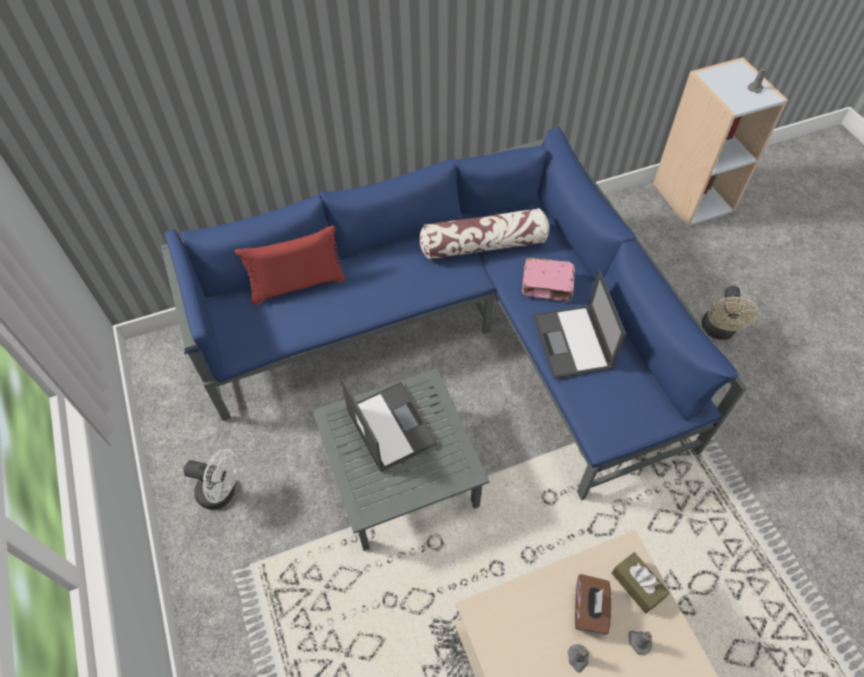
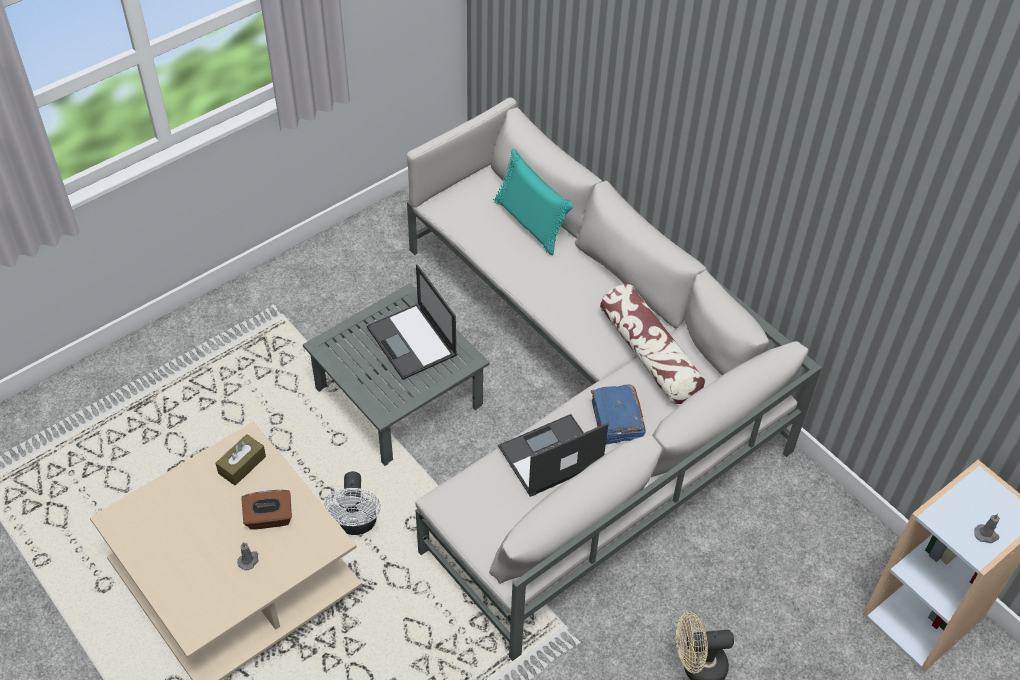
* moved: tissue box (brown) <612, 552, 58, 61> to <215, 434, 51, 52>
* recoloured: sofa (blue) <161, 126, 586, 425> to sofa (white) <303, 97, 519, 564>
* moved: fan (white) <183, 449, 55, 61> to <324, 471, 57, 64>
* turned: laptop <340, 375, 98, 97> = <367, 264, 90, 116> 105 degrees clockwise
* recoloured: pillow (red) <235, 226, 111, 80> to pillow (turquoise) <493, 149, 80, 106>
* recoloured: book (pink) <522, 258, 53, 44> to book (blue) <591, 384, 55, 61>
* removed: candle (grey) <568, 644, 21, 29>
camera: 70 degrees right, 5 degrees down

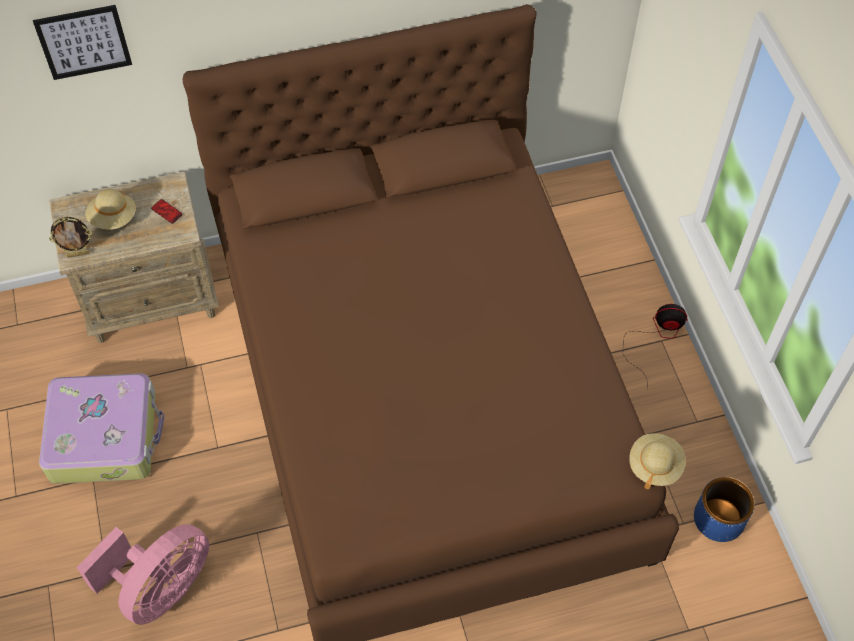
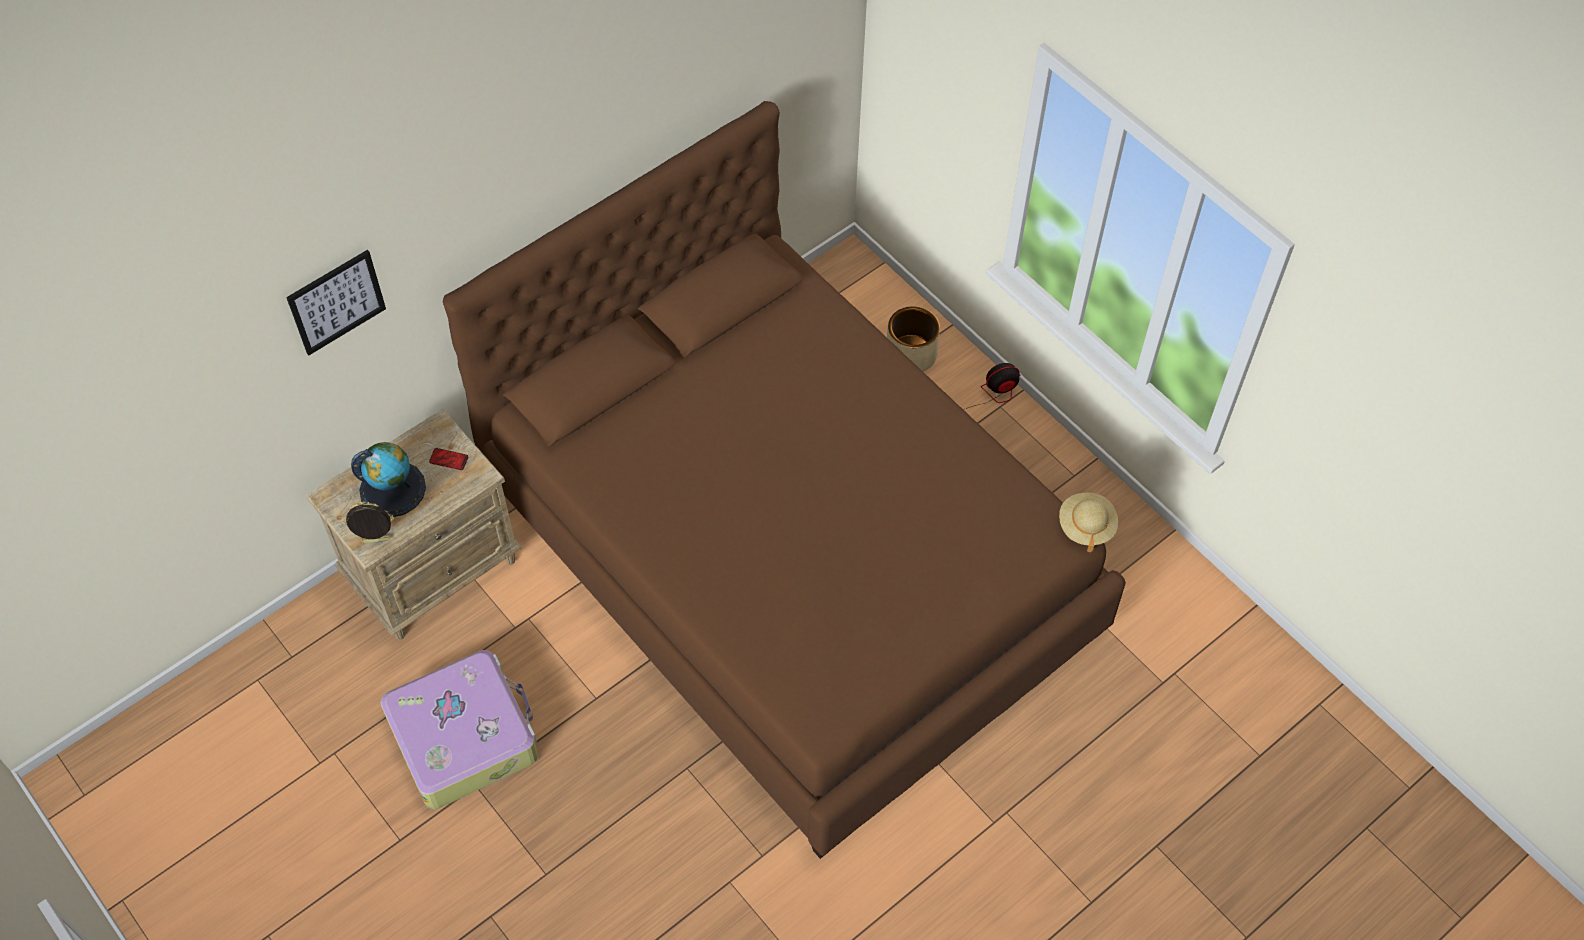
* turned: picture frame <49, 217, 43, 41> = <343, 502, 51, 41> 150 degrees counterclockwise
* replaced: hat (beige) <85, 189, 51, 41> to globe <351, 442, 75, 75>
* added: planter (beige) <887, 306, 53, 66>
* removed: fan (pink) <76, 524, 133, 101>
* removed: planter (blue) <694, 477, 61, 65>
camera: 25 degrees left, 0 degrees up

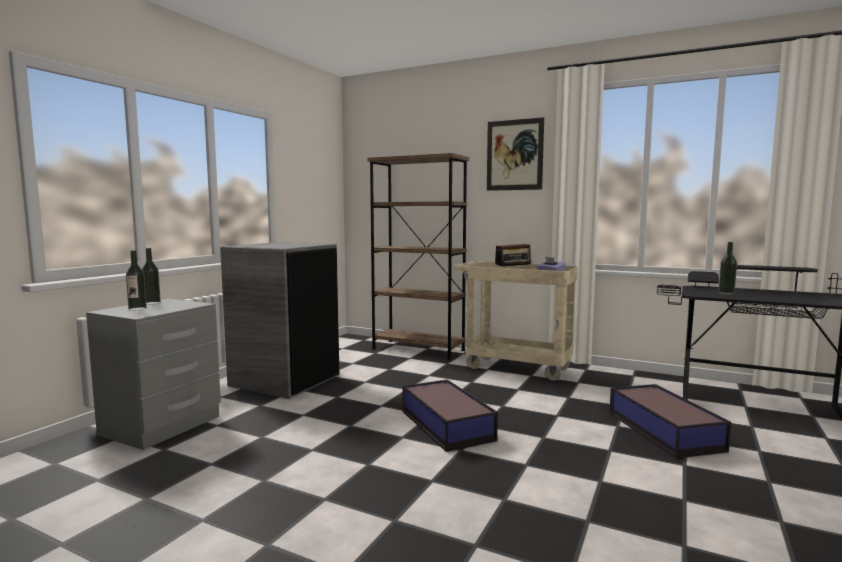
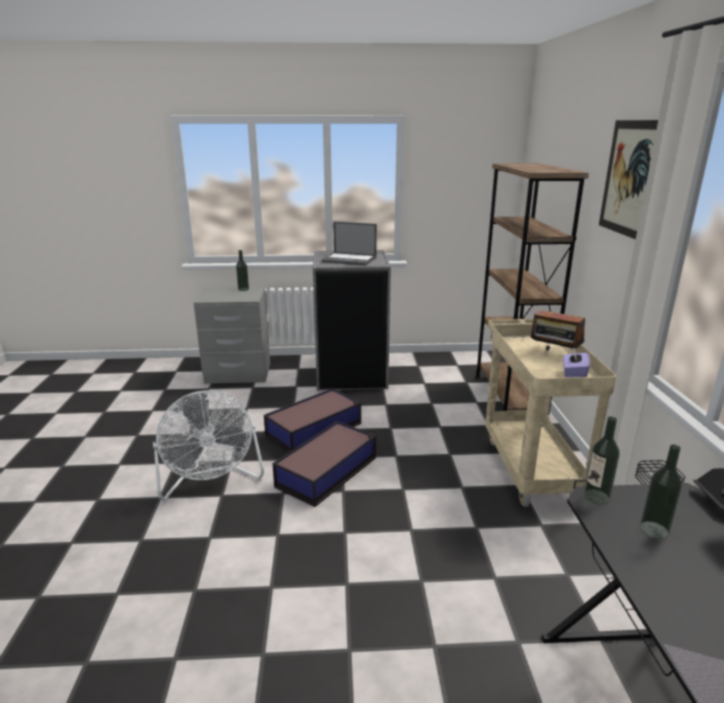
* added: fan (white) <153, 390, 111, 113>
* moved: storage box <609, 384, 122, 74> to <264, 388, 97, 65>
* added: laptop <322, 222, 55, 44>
* moved: bottle <126, 250, 21, 61> to <584, 416, 36, 88>
camera: 60 degrees right, 15 degrees up

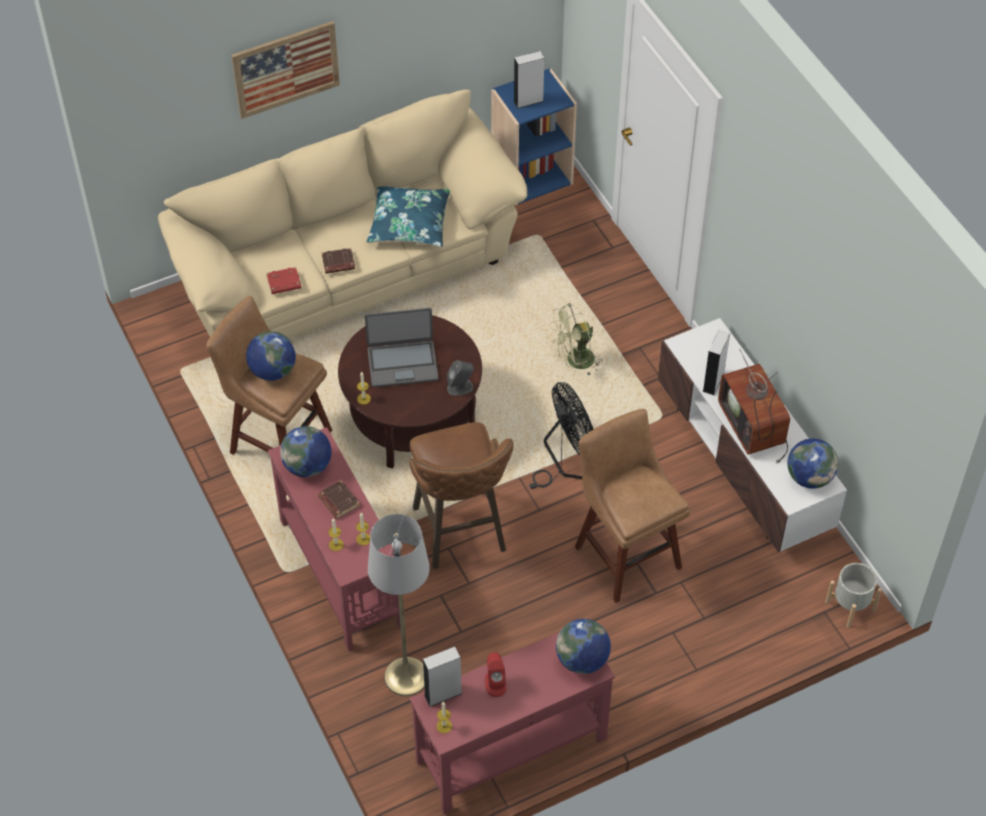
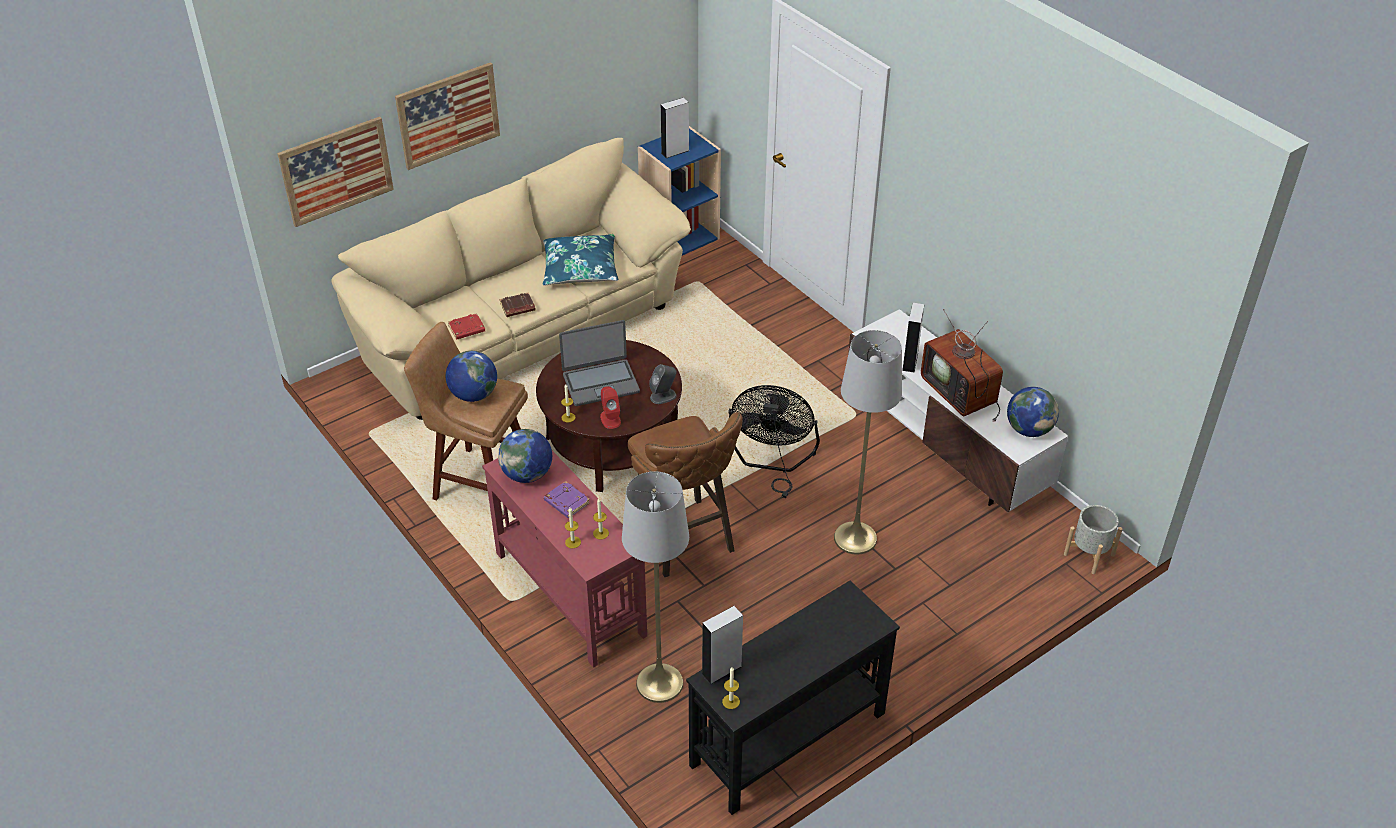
* added: picture <277, 117, 117, 110>
* recoloured: book (brown) <318, 480, 42, 39> to book (purple) <544, 481, 46, 37>
* moved: speaker (red) <485, 652, 21, 45> to <600, 386, 21, 43>
* recoloured: console table (red) <410, 632, 205, 182> to console table (black) <686, 581, 214, 234>
* turned: fan (black) <530, 382, 63, 107> = <728, 385, 92, 113> 45 degrees counterclockwise
* replaced: stool (brown) <575, 409, 115, 194> to floor lamp (grey) <834, 330, 68, 225>
* removed: fan (green) <550, 303, 52, 72>
* removed: globe <556, 619, 55, 55>
camera: 10 degrees left, 10 degrees down

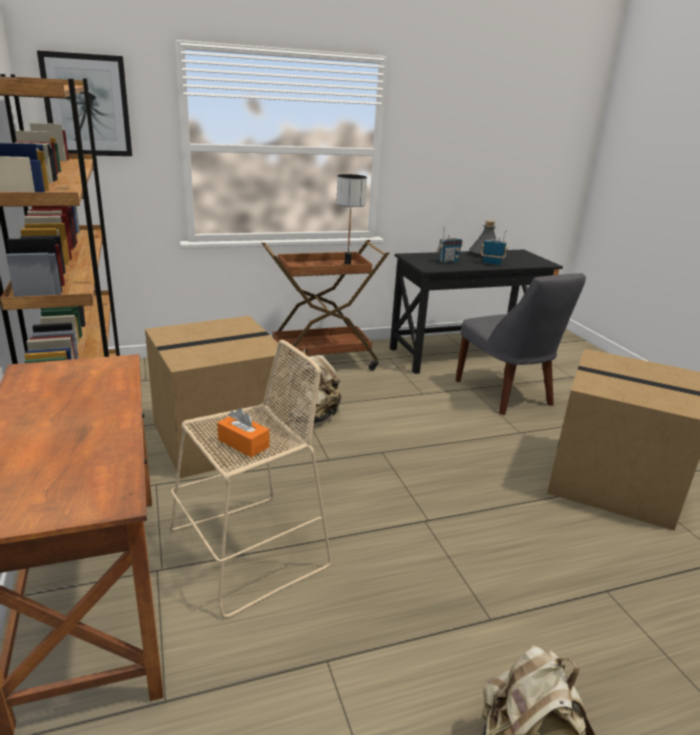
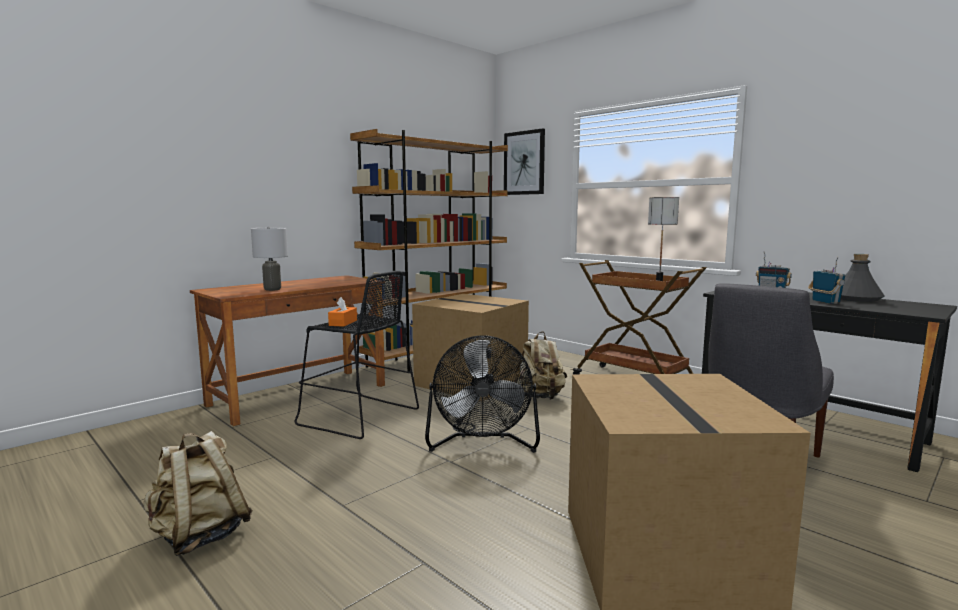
* added: table lamp (white) <251, 227, 37, 64>
* recoloured: stool (beige) <169, 340, 163, 278> to stool (black) <295, 271, 124, 168>
* added: fan (black) <425, 335, 115, 118>
camera: 65 degrees right, 15 degrees down

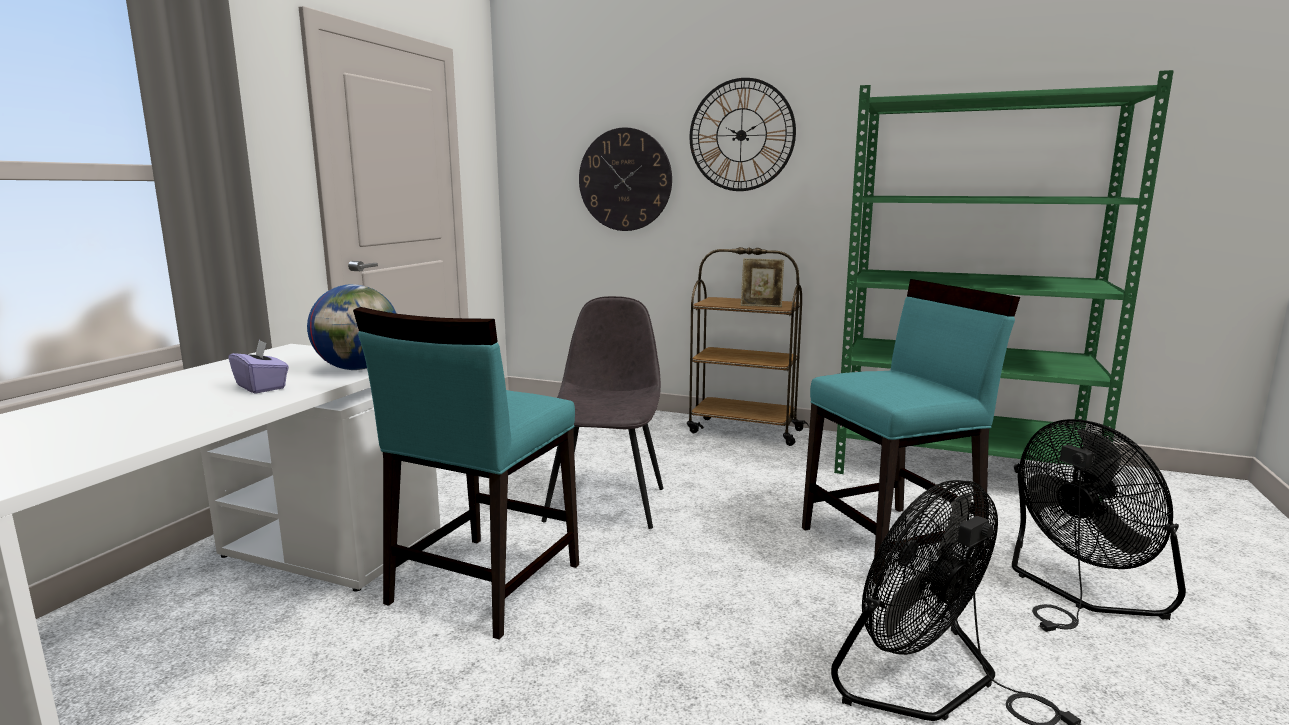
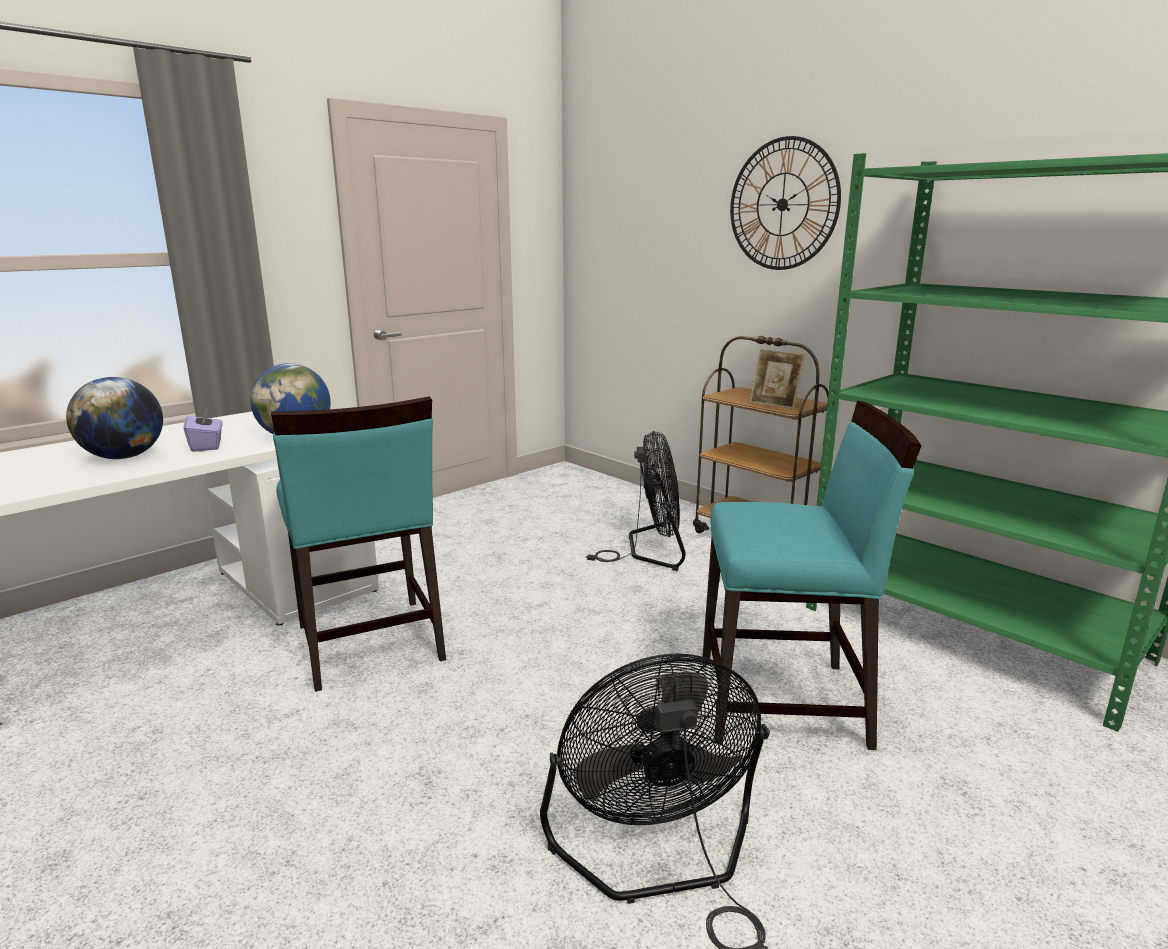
* added: globe <66, 377, 97, 82>
* turned: chair (turquoise) <353, 307, 226, 332> = <271, 396, 175, 296> 75 degrees counterclockwise
* moved: fan (black) <1012, 419, 174, 213> to <585, 431, 101, 140>
* removed: chair (grey) <542, 296, 121, 233>
* removed: wall clock <579, 127, 93, 104>
camera: 25 degrees right, 5 degrees up

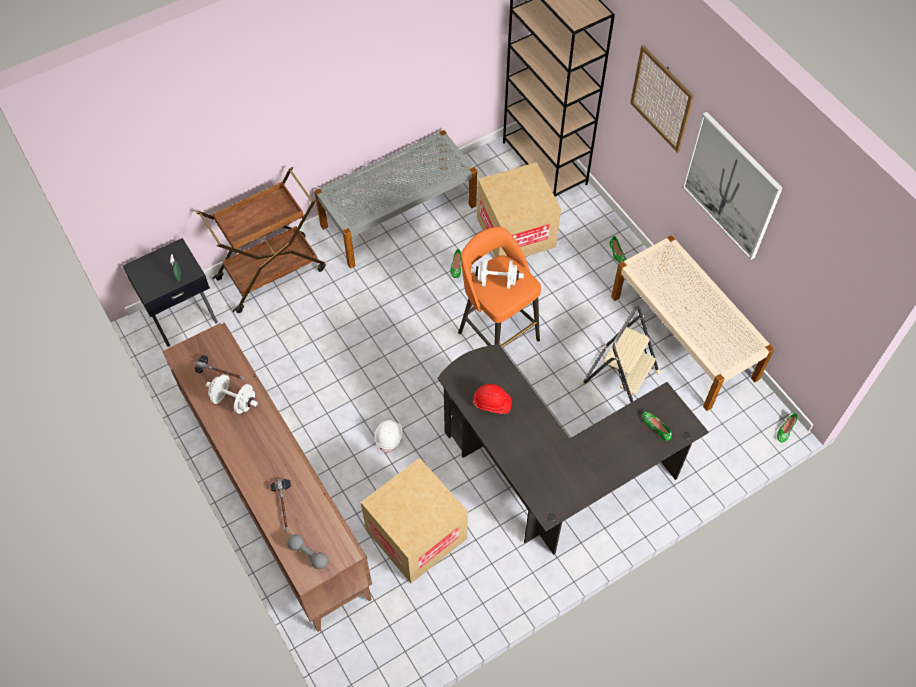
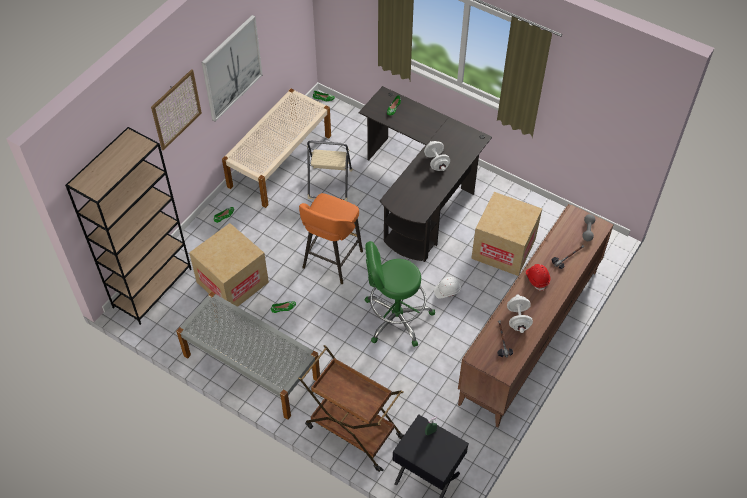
* added: stool (green) <364, 241, 71, 106>
* moved: dumbbell (white) <471, 258, 53, 31> to <424, 141, 26, 30>
* moved: hard hat (red) <473, 384, 39, 30> to <526, 264, 24, 27>
camera: 115 degrees left, 5 degrees down

